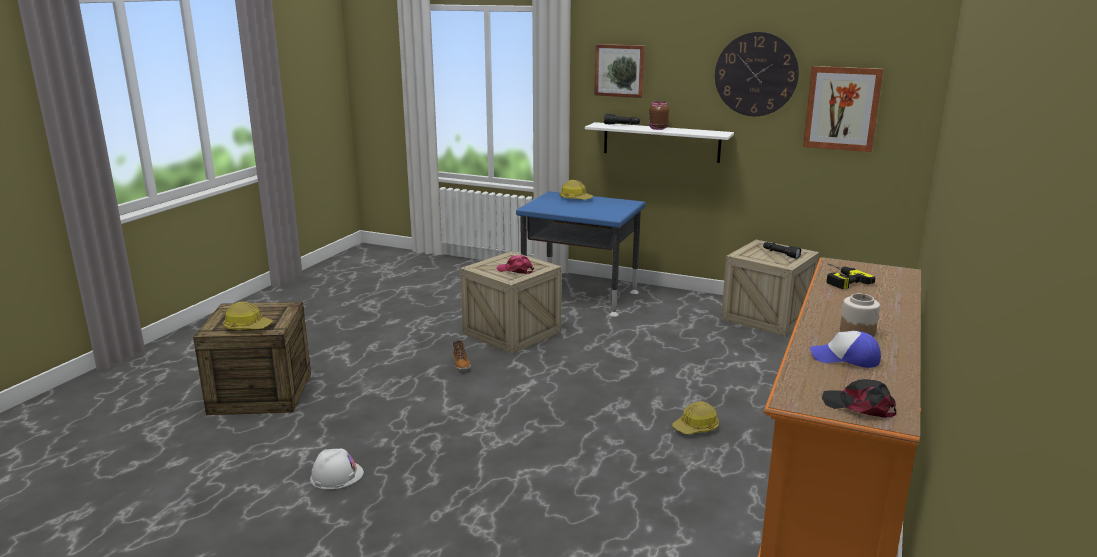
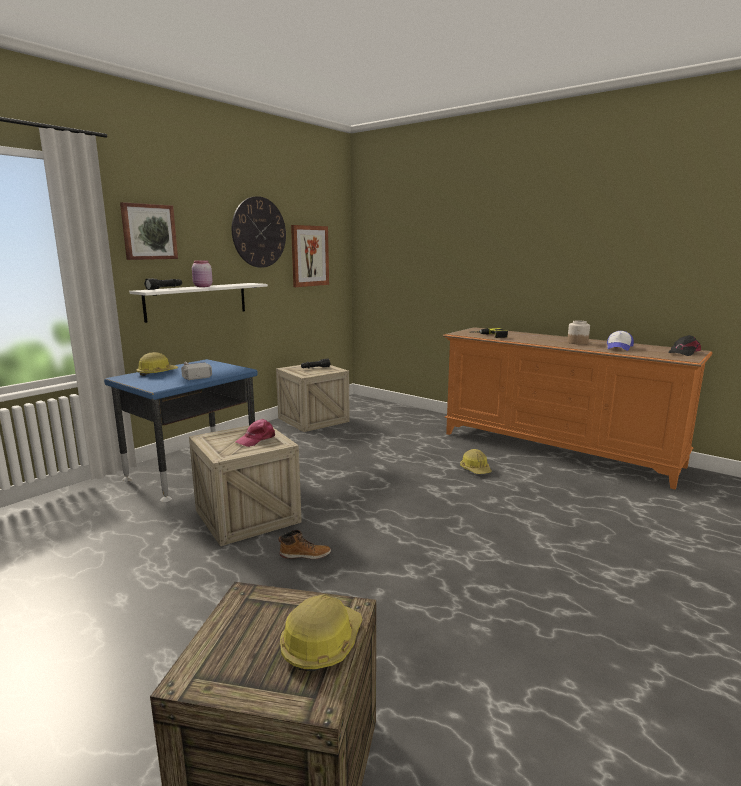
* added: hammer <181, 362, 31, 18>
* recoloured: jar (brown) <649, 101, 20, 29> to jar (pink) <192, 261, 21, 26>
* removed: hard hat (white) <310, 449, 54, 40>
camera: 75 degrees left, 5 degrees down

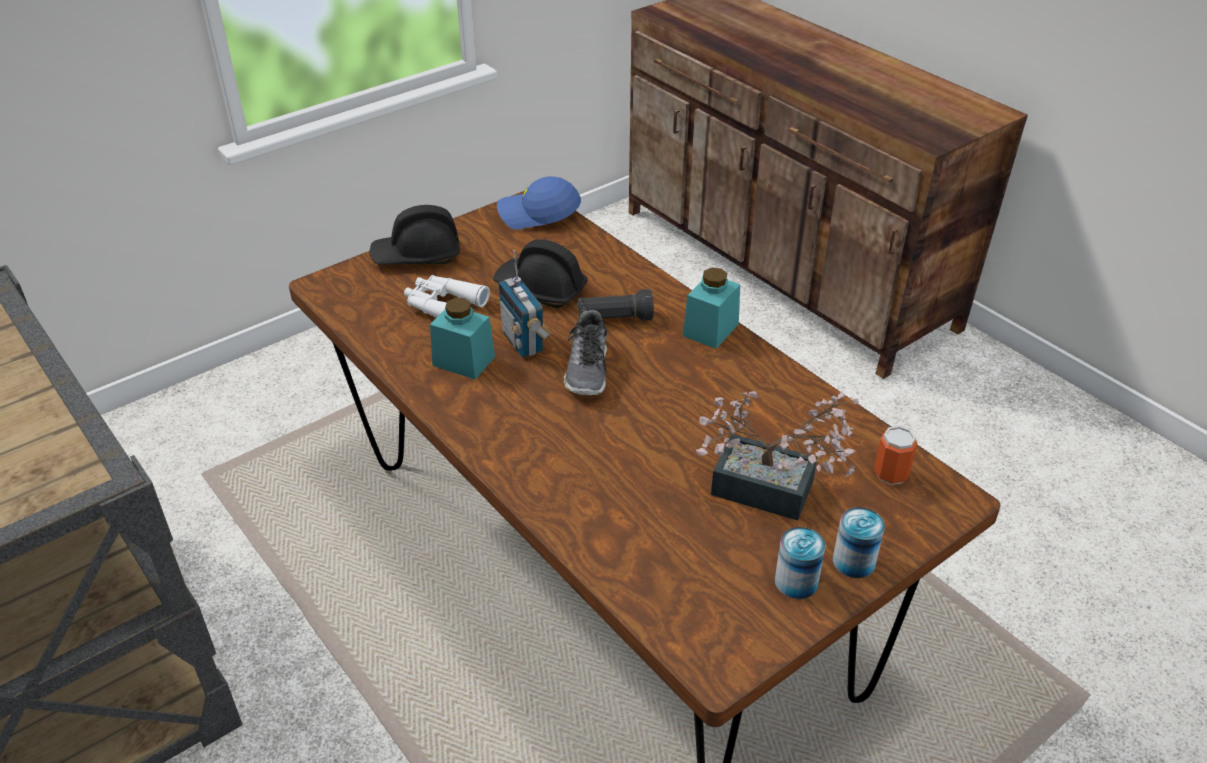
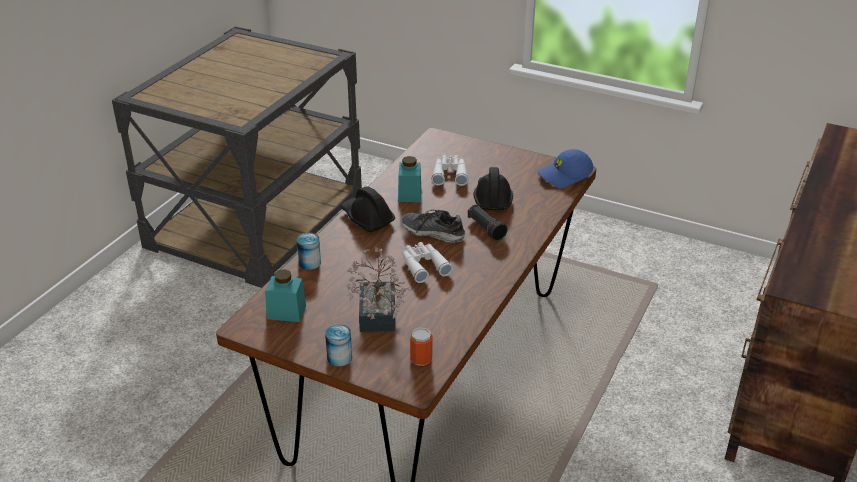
* moved: jar (turquoise) <683, 268, 57, 81> to <265, 269, 41, 53>
* moved: can <775, 527, 51, 72> to <297, 233, 24, 37>
* moved: hard hat (black) <369, 205, 91, 60> to <340, 186, 55, 46>
* turned: shoe <564, 310, 43, 85> = <402, 210, 64, 33> 45 degrees clockwise
* added: binoculars (white) <402, 242, 51, 41>
* turned: cap (blue) <497, 176, 84, 54> = <538, 149, 55, 39> 90 degrees counterclockwise
* removed: radio <498, 250, 53, 108>
camera: 65 degrees right, 5 degrees down

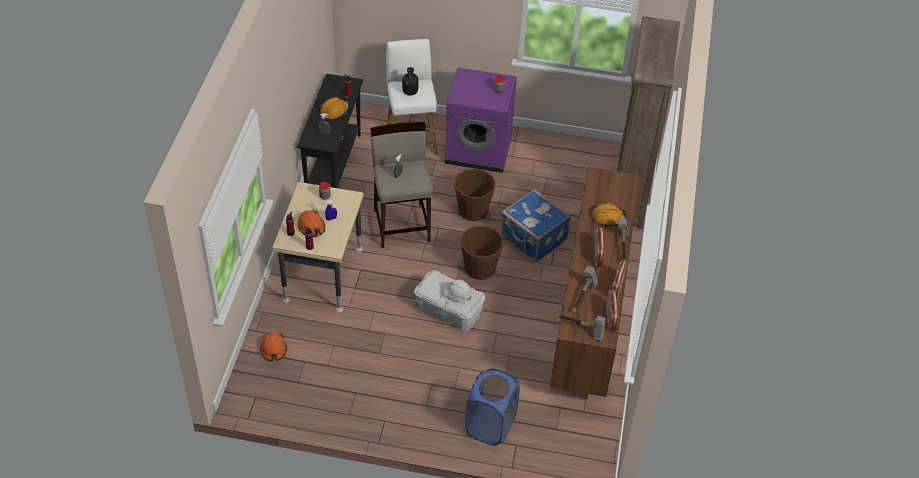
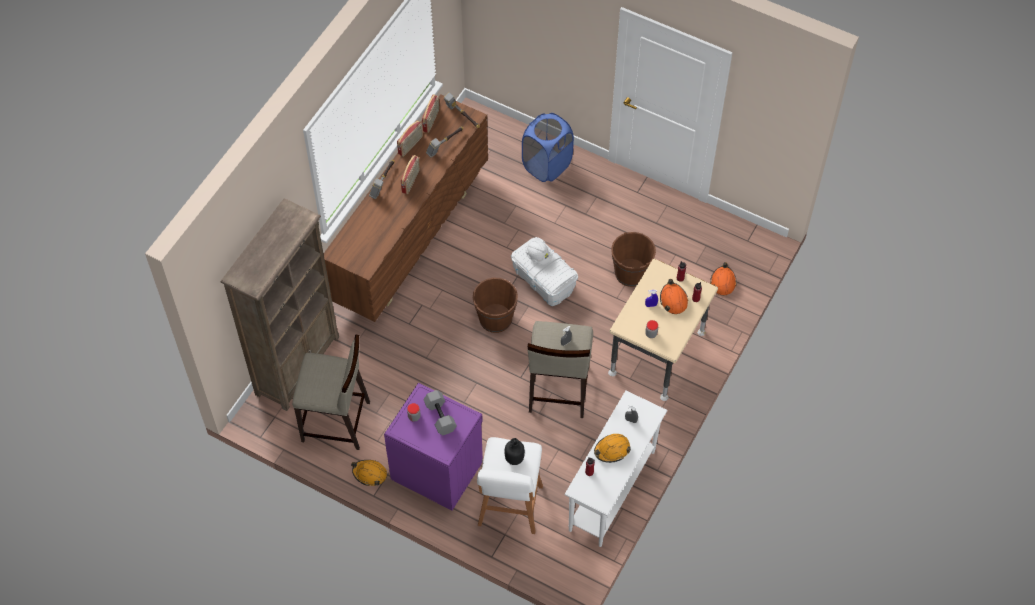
* added: stool (beige) <292, 334, 78, 116>
* moved: hard hat (orange) <592, 203, 36, 23> to <351, 460, 36, 26>
* added: dumbbell (grey) <423, 390, 34, 45>
* recoloured: console table (black) <296, 74, 67, 114> to console table (white) <565, 391, 102, 156>
* moved: bucket (brown) <454, 169, 42, 52> to <611, 232, 45, 55>
* removed: suitcase (blue) <501, 189, 70, 73>
camera: 160 degrees left, 10 degrees up

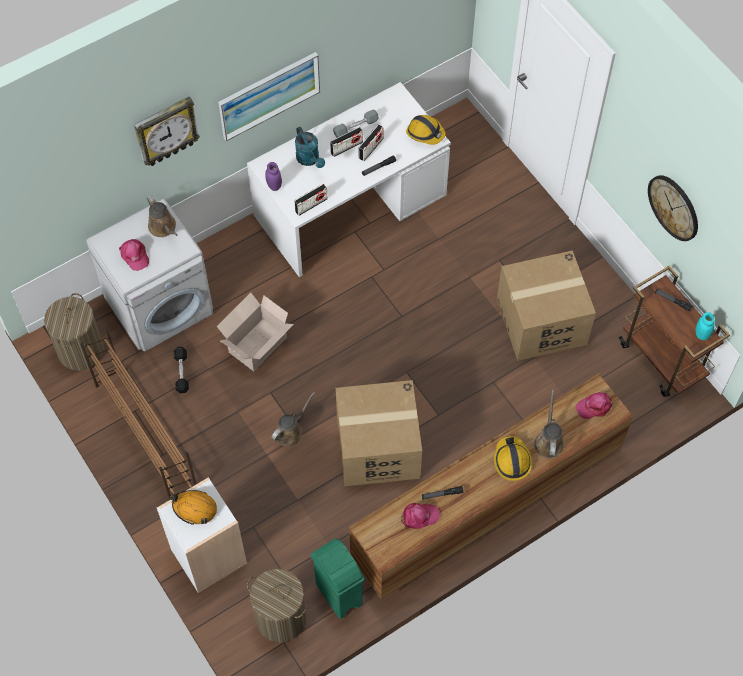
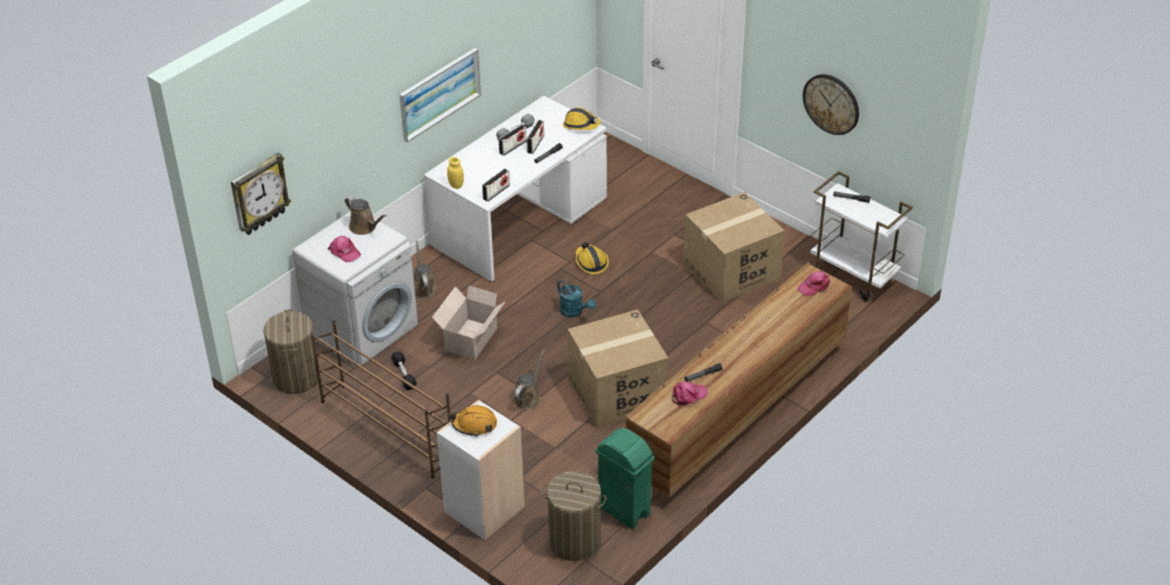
* moved: wall clock <134, 96, 66, 70> to <231, 152, 60, 83>
* moved: watering can (brown) <534, 390, 30, 68> to <414, 241, 23, 57>
* recoloured: jar (purple) <265, 162, 17, 29> to jar (yellow) <447, 157, 17, 32>
* moved: watering can (turquoise) <295, 127, 30, 41> to <557, 280, 39, 37>
* moved: hard hat <494, 436, 38, 45> to <576, 242, 33, 32>
* recoloured: cart (brown) <618, 266, 112, 131> to cart (white) <810, 171, 103, 131>
* removed: jar (turquoise) <696, 312, 18, 28>
camera: 15 degrees left, 20 degrees down

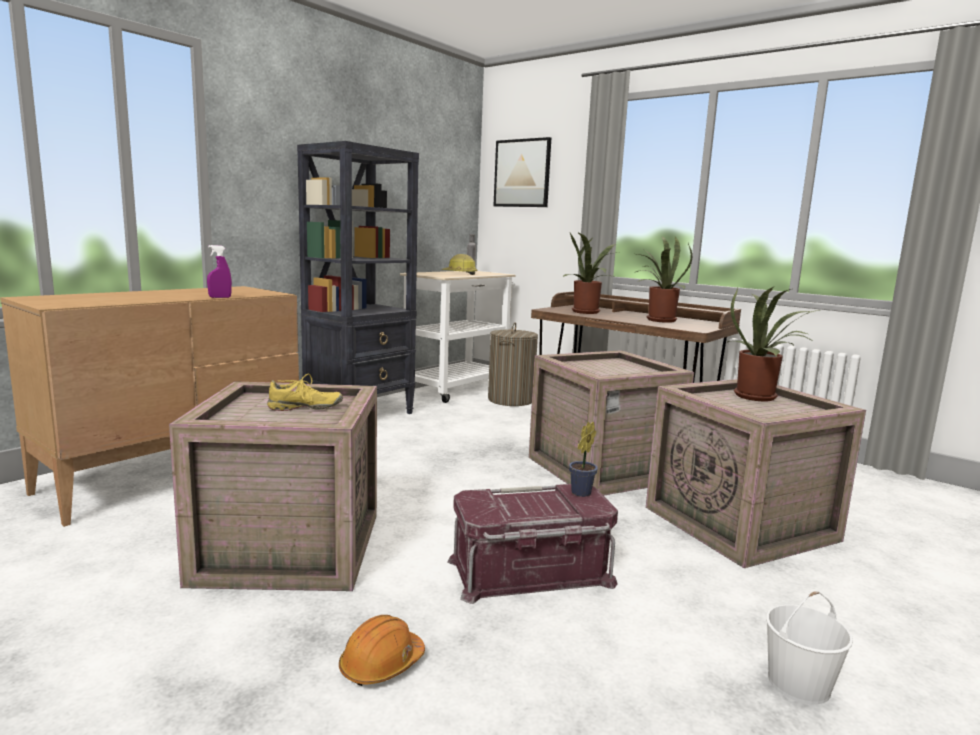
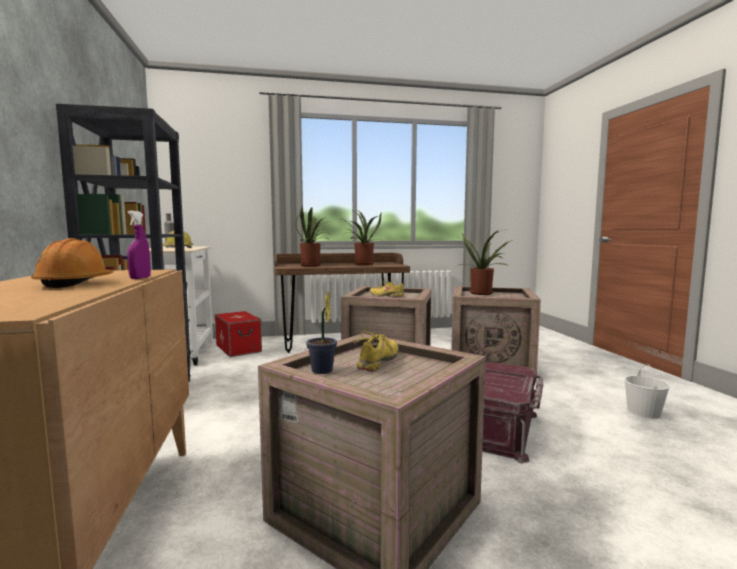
* moved: hard hat (orange) <339, 615, 86, 71> to <31, 238, 83, 50>
* replaced: laundry basket <488, 322, 50, 84> to storage box <215, 311, 47, 46>
* moved: potted plant <569, 422, 29, 75> to <306, 290, 31, 84>
* added: shoe (yellow) <370, 282, 34, 15>
* removed: picture <493, 137, 58, 70>
camera: 50 degrees left, 5 degrees down

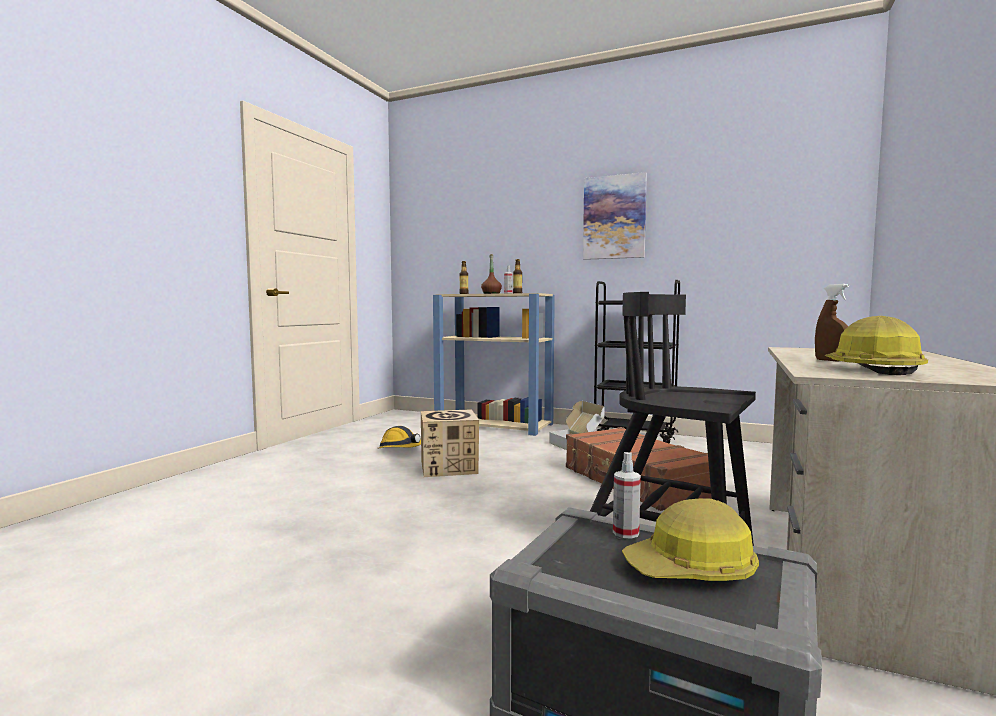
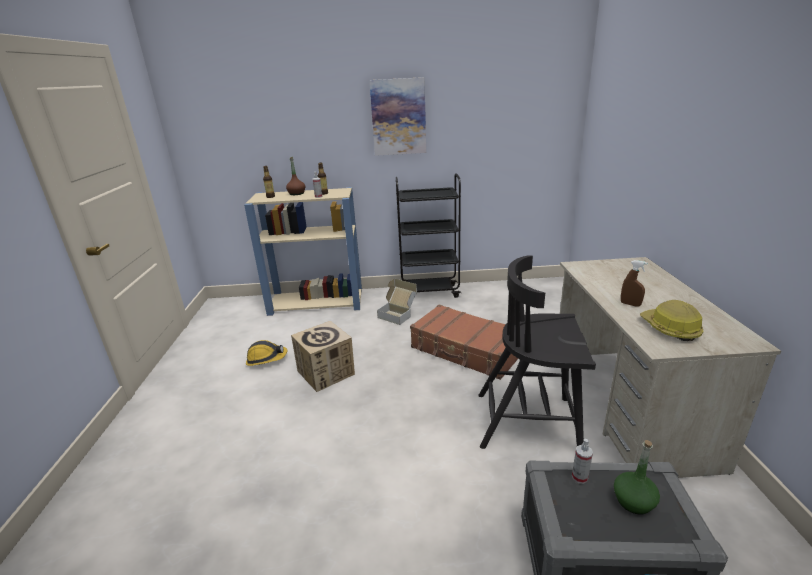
* replaced: hard hat <622, 498, 137, 83> to bottle (green) <614, 440, 46, 74>
camera: 25 degrees left, 20 degrees up

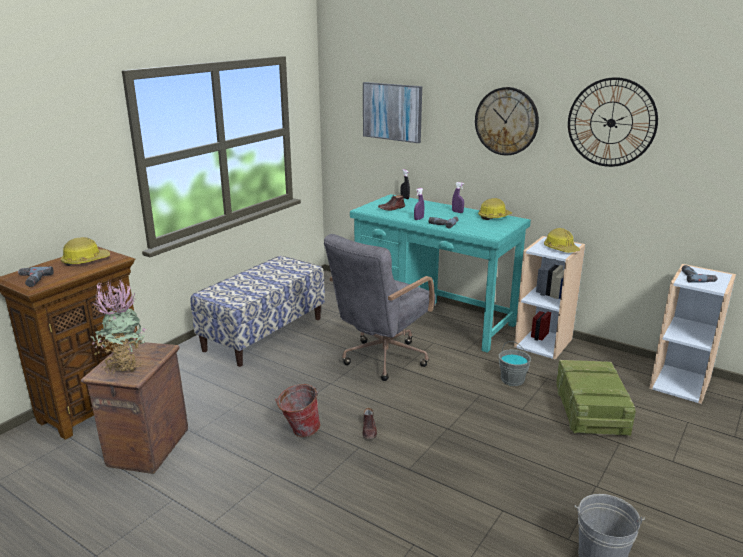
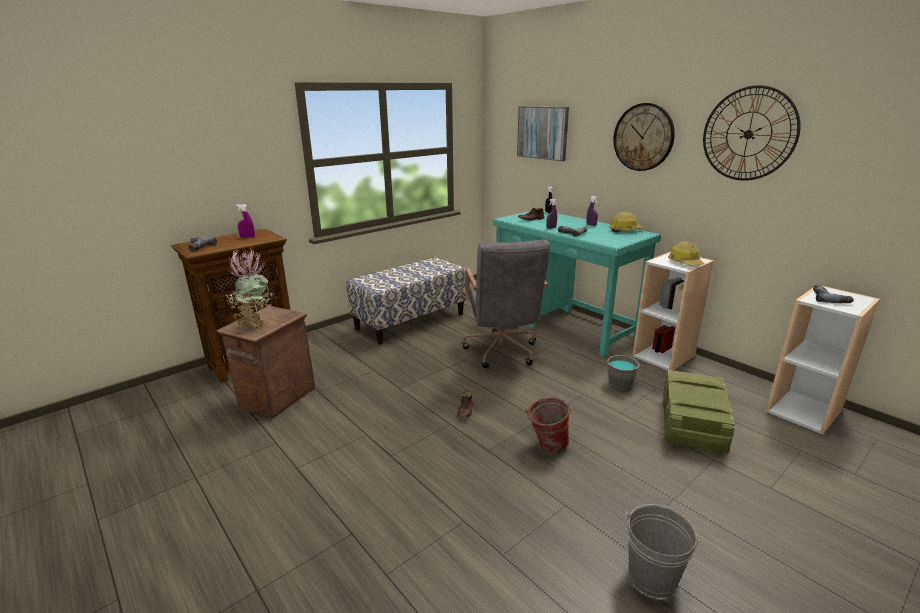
* replaced: hard hat <61, 237, 49, 29> to spray bottle (purple) <236, 204, 19, 34>
* turned: office chair (grey) <324, 234, 112, 147> = <461, 240, 89, 128> 60 degrees counterclockwise
* moved: bucket <275, 384, 46, 53> to <526, 397, 45, 56>
camera: 15 degrees right, 0 degrees up

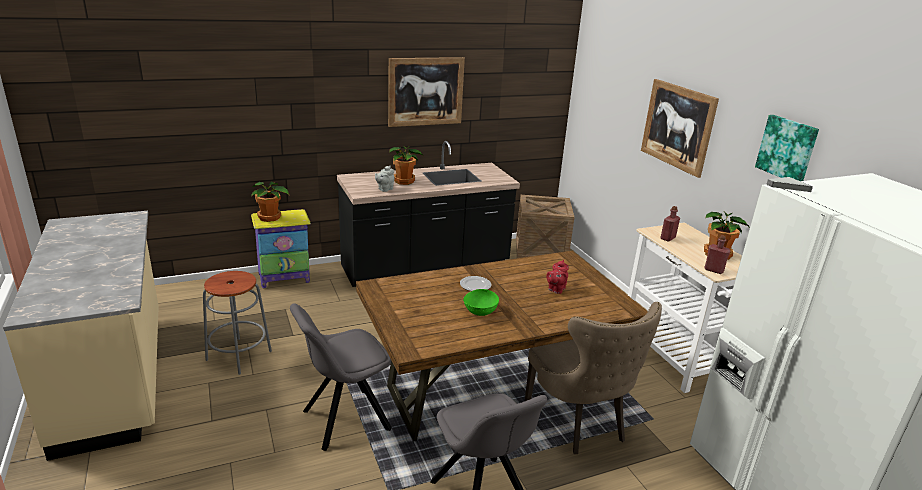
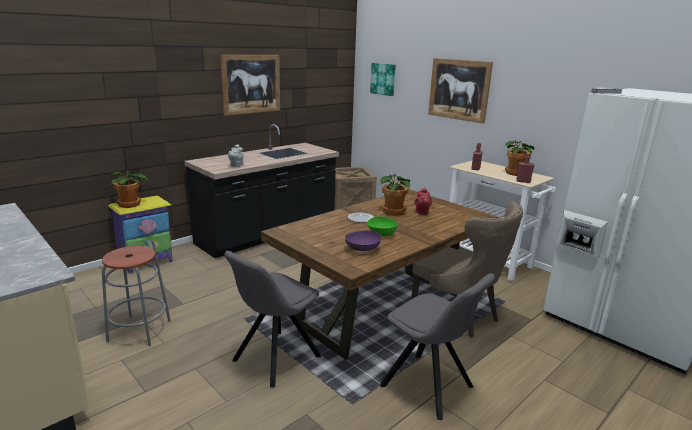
* added: bowl (purple) <345, 231, 37, 20>
* moved: picture <755, 115, 64, 66> to <370, 63, 26, 33>
* moved: potted plant <389, 146, 34, 39> to <380, 174, 30, 42>
camera: 20 degrees left, 5 degrees down

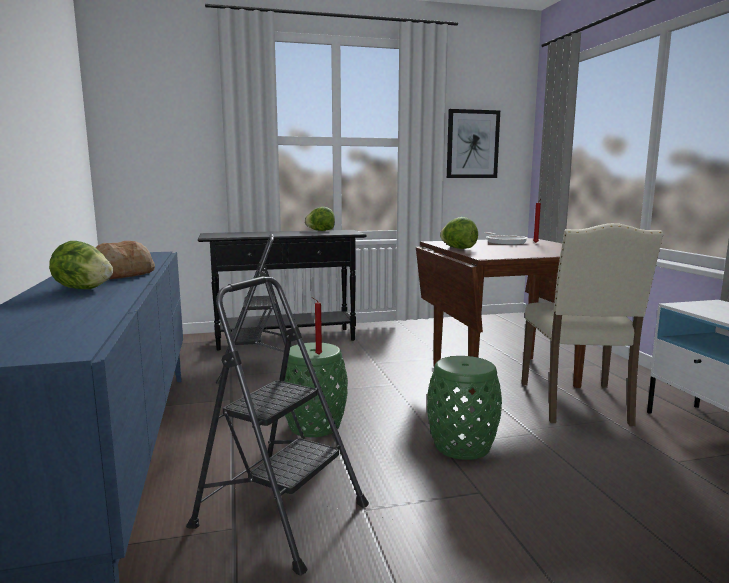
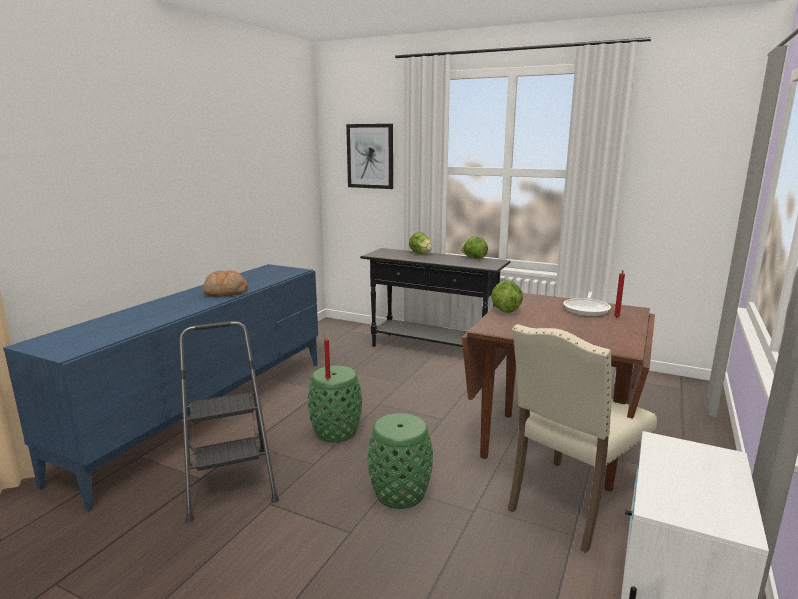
* moved: picture <447, 109, 53, 69> to <346, 124, 47, 65>
* moved: lettuce <49, 241, 64, 48> to <409, 232, 23, 22>
* removed: step ladder (black) <216, 234, 81, 149>
camera: 40 degrees right, 5 degrees up

